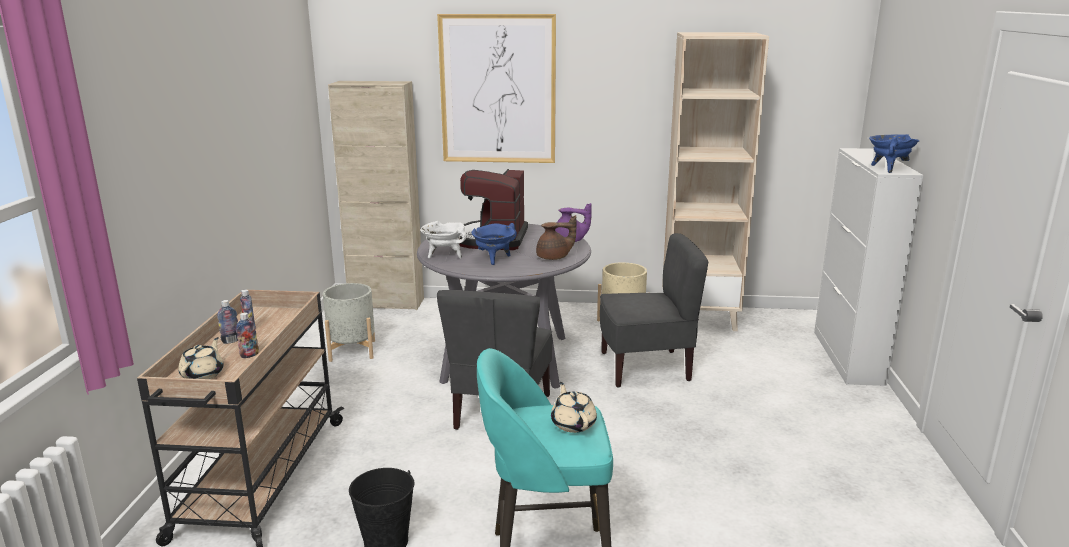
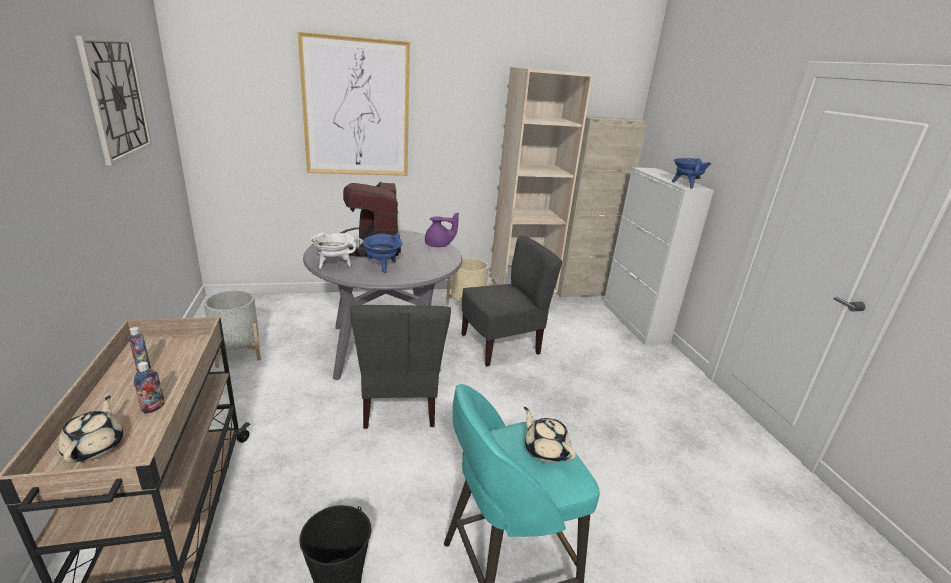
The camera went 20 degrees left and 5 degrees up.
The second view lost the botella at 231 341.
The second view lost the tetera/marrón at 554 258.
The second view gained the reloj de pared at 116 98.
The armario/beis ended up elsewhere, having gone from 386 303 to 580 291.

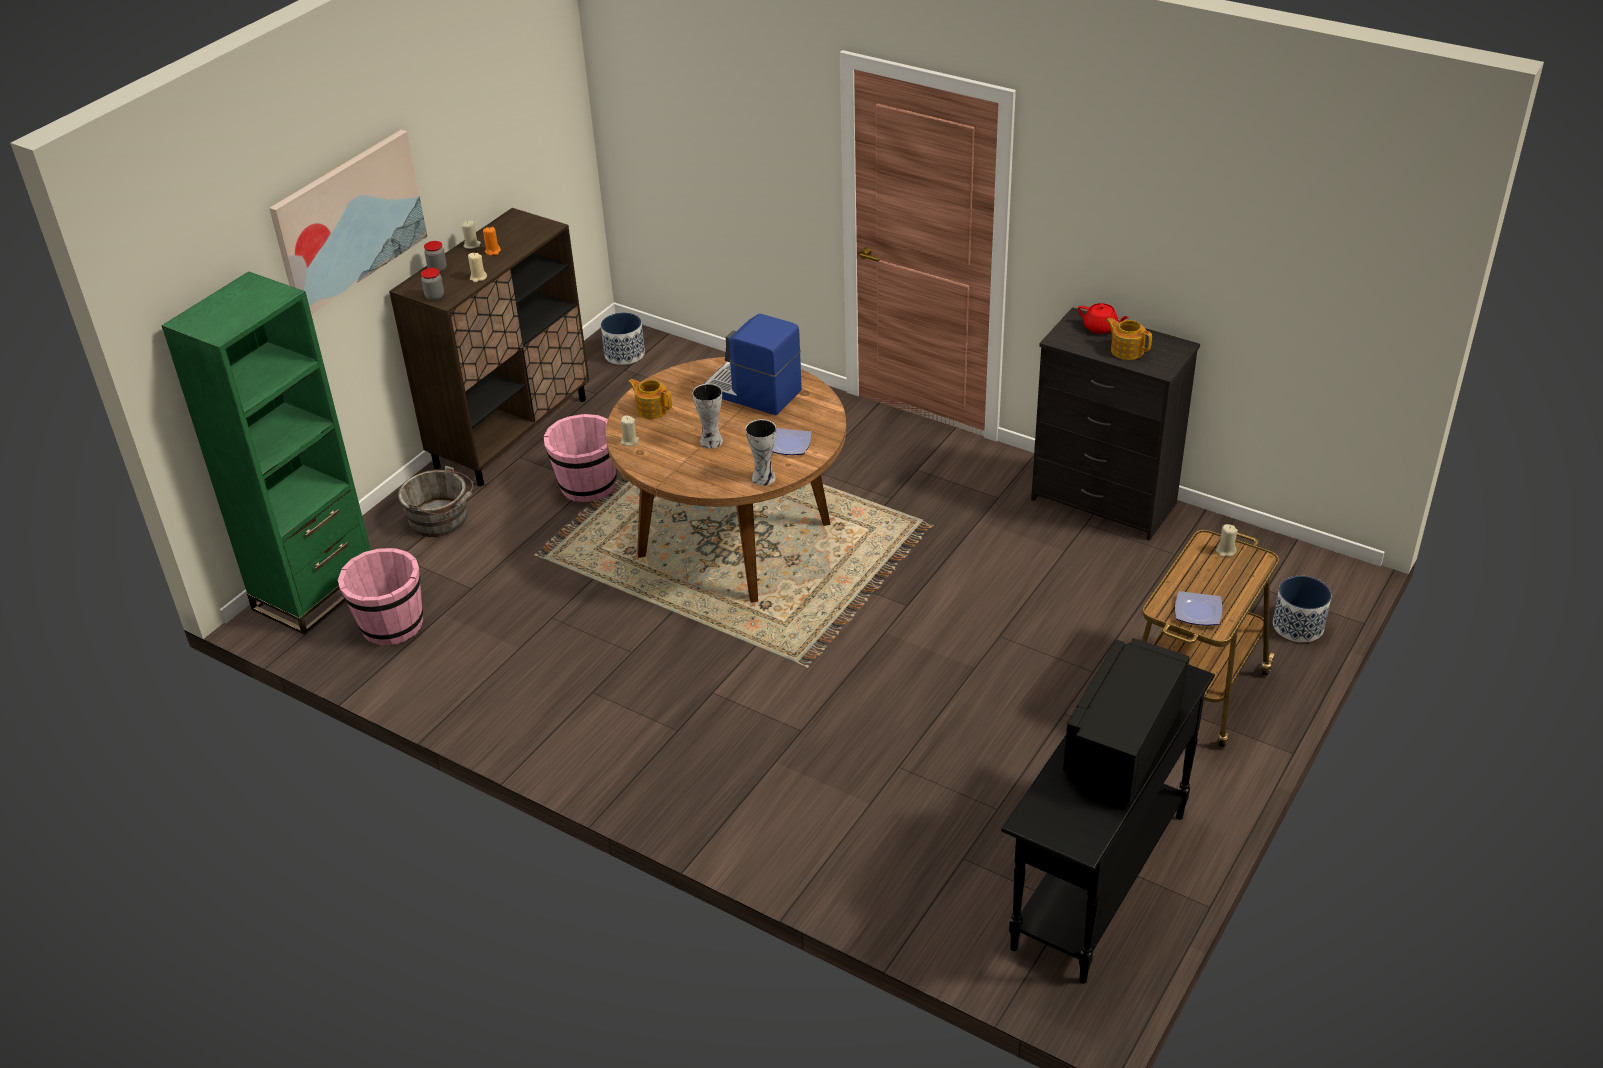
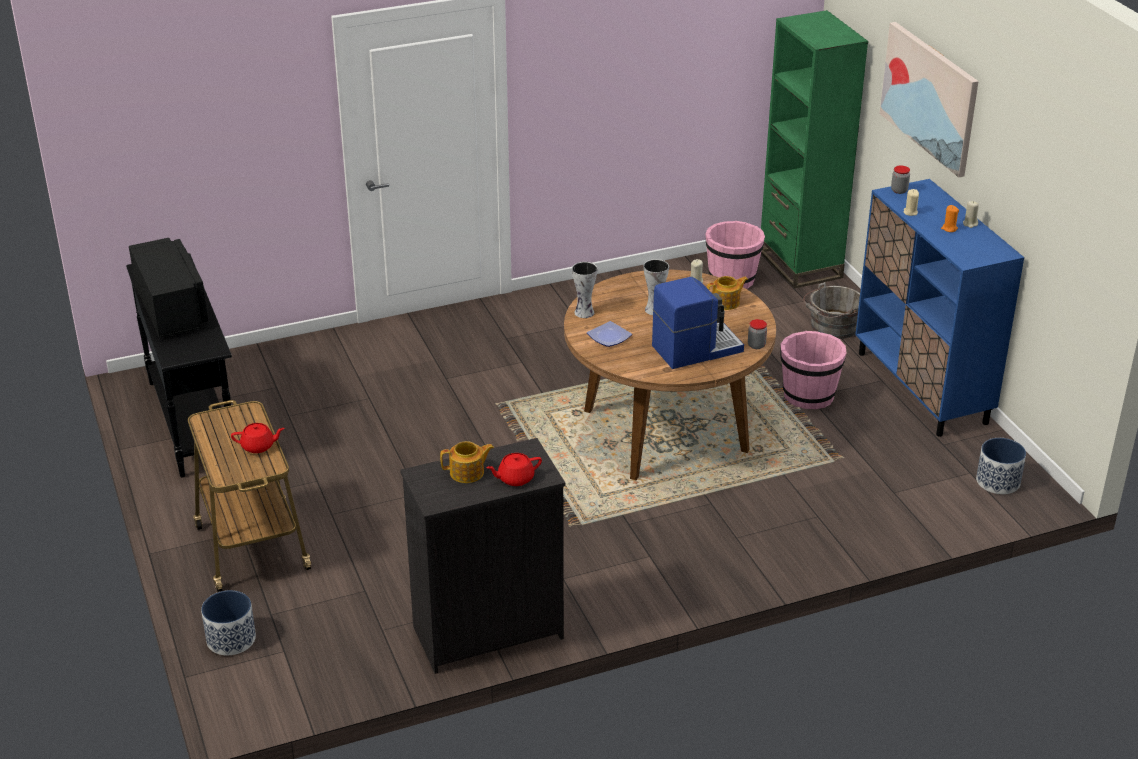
The camera went 125 degrees right and 5 degrees down.
The second view lost the plato at 1199 611.
The second view lost the vela/beis at 1225 551.
The second view gained the tetera/rojo at 258 446.
The tarro ended up elsewhere, having gone from 437 269 to 756 345.
What was the armario/marrón at 512 432 turned into the armario/azul at 922 388.

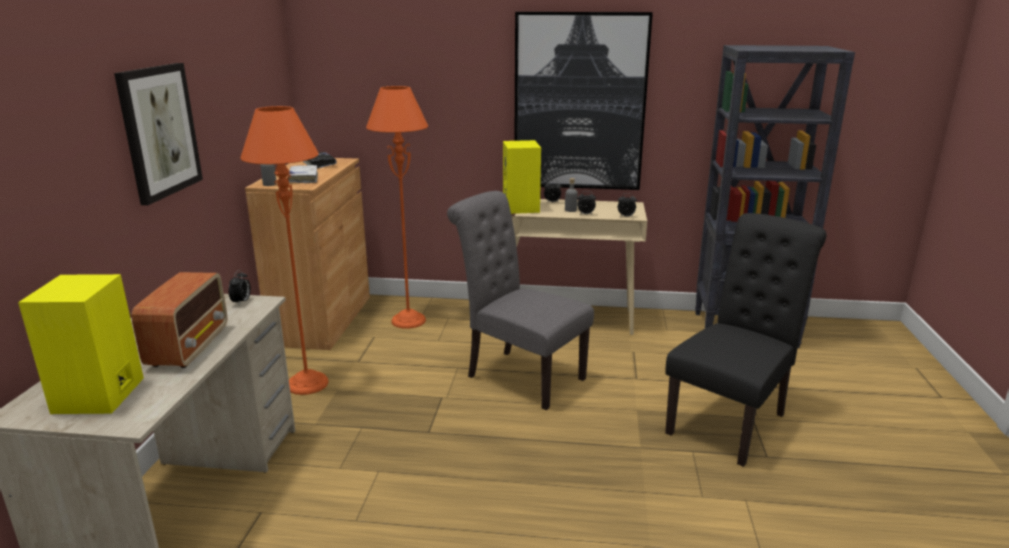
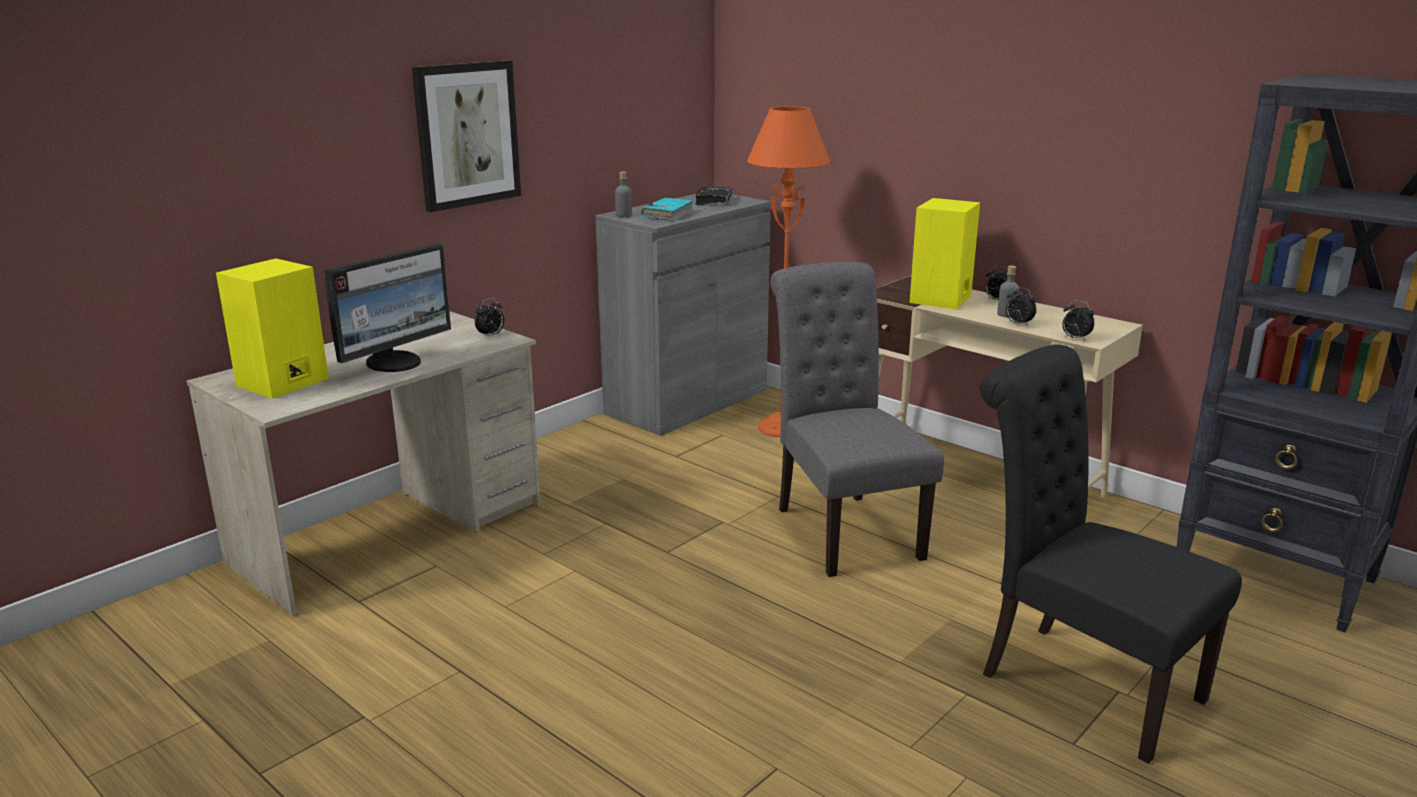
The camera went 35 degrees right and 0 degrees up.
The second view lost the lámpara de pie/naranja at 307 384.
The second view lost the cuadro at 579 103.
Where the radio stood at 189 346, the monitor came to stand at 395 363.
What was the armario/marrón at 322 320 turned into the armario/gris at 687 401.
What was the libro/blanco at 303 178 turned into the libro/turquesa at 667 214.
The silla/negro at 731 420 ended up facing another way, 120 degrees counterclockwise from before.

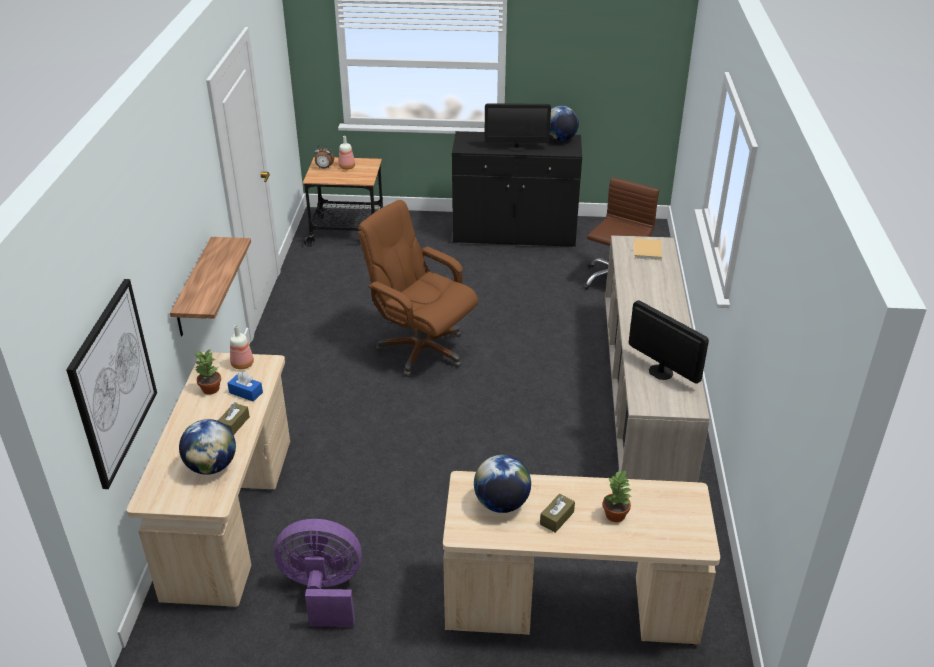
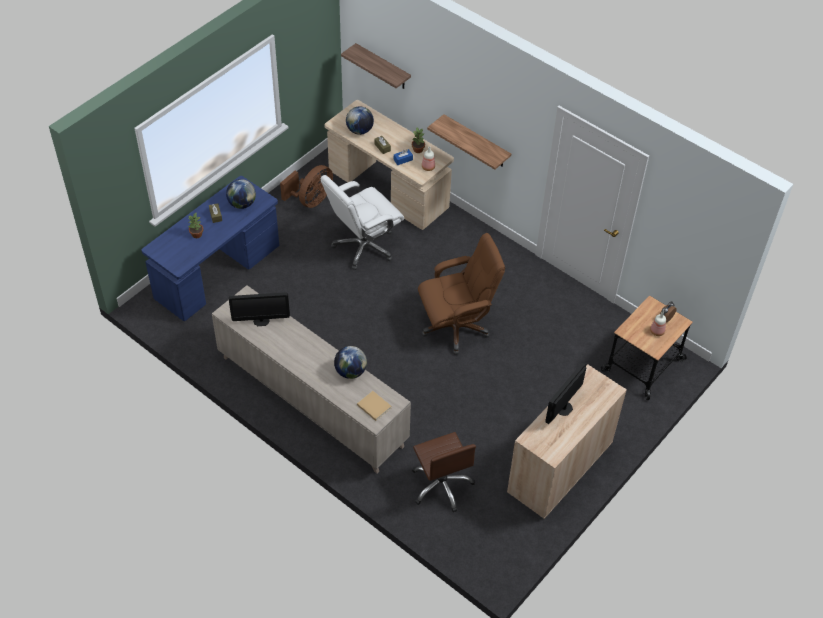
The camera went 125 degrees right and 15 degrees up.
The second view gained the silla de oficina/blanco at 363 247.
The globo terráqueo ended up elsewhere, having gone from 560 139 to 350 371.
Where the cuadro hung at 113 382, the estante came to hang at 383 67.
What was the ventilador/morado at 323 591 turned into the ventilador/marrón at 311 200.
What was the escritorio/beis at 570 607 turned into the escritorio/azul at 217 273.
What was the armario/negro at 514 234 turned into the armario/beis at 560 467.

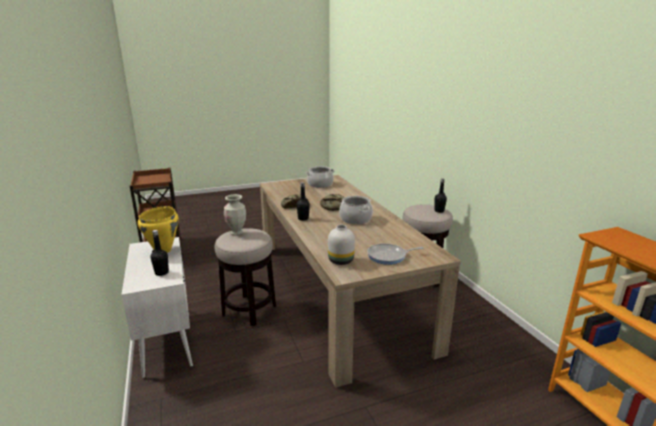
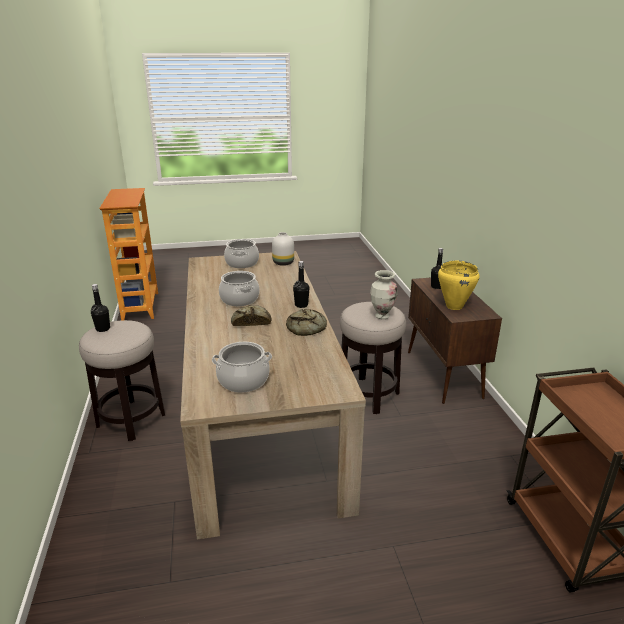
The camera went 170 degrees left and 5 degrees up.
Where the sartén stood at 389 256, the olla came to stand at 241 263.
What was the armario/blanco at 167 339 turned into the armario/marrón at 444 375.

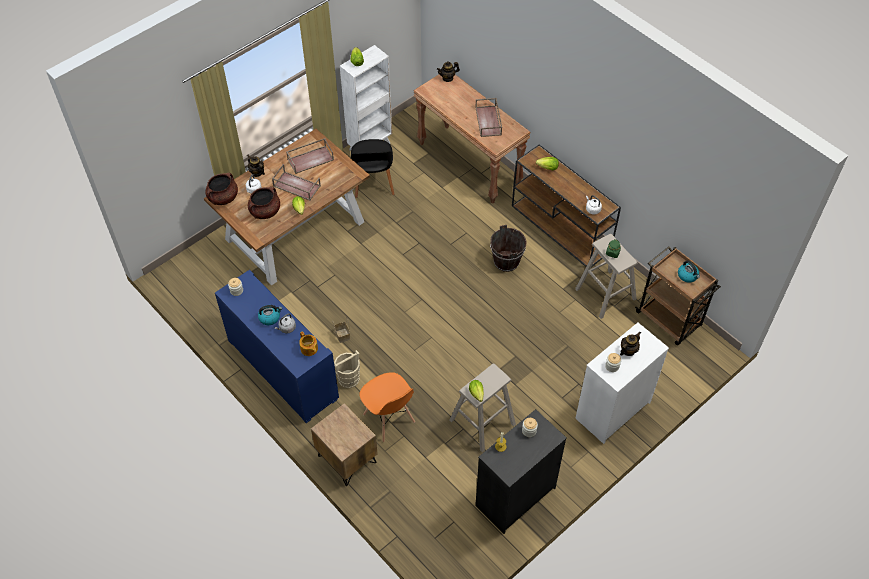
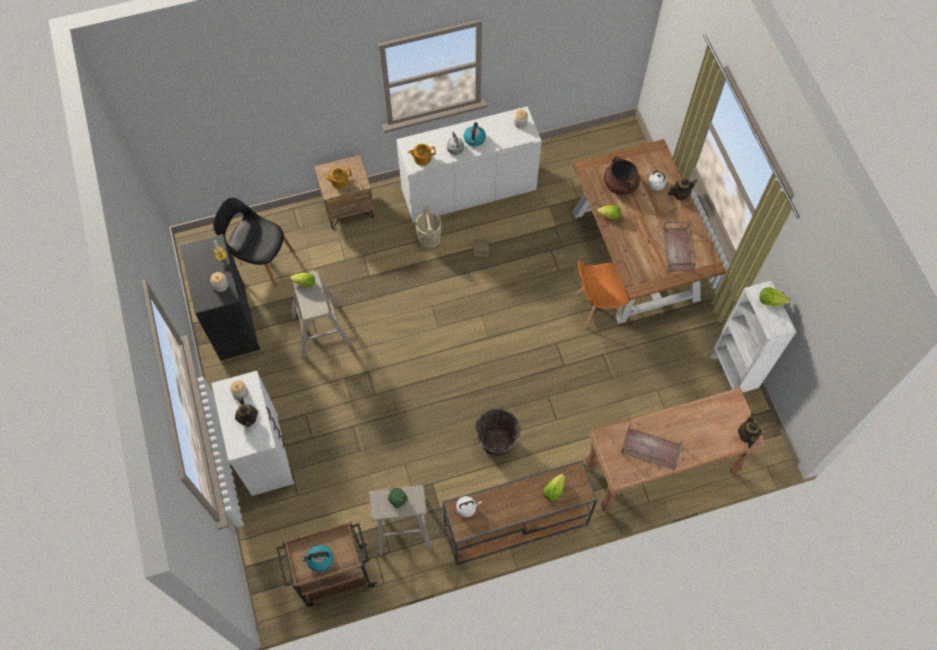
The camera went 115 degrees right and 10 degrees up.
The second view lost the olla/marrón at 223 198.
The second view lost the bandeja/marrón at 296 186.
The second view gained the tetera at 339 181.
The silla/negro ended up elsewhere, having gone from 373 182 to 261 260.
The silla/naranja ended up elsewhere, having gone from 389 419 to 598 307.
What was the armario/azul at 282 369 turned into the armario/blanco at 468 190.

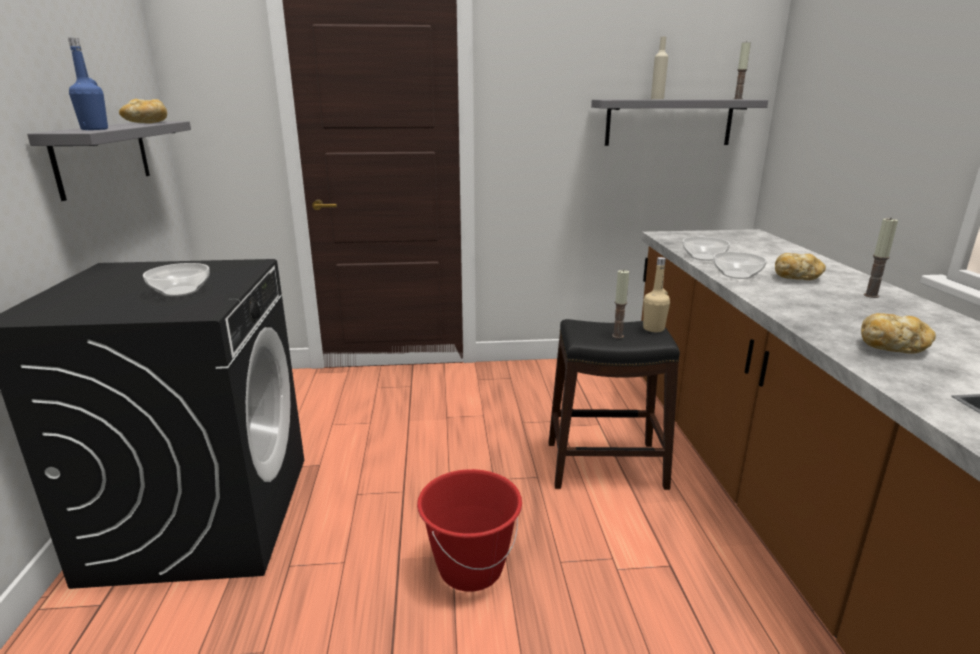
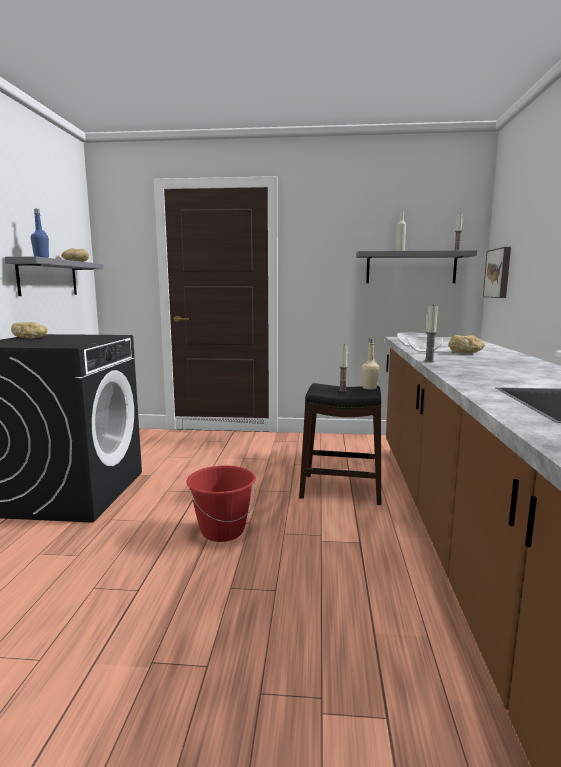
The camera went 10 degrees right and 10 degrees down.
The second view lost the cuenco at 181 291.
The second view gained the cuadro at 499 273.
The pan ended up elsewhere, having gone from 892 348 to 31 338.
The vela ended up elsewhere, having gone from 871 295 to 429 361.

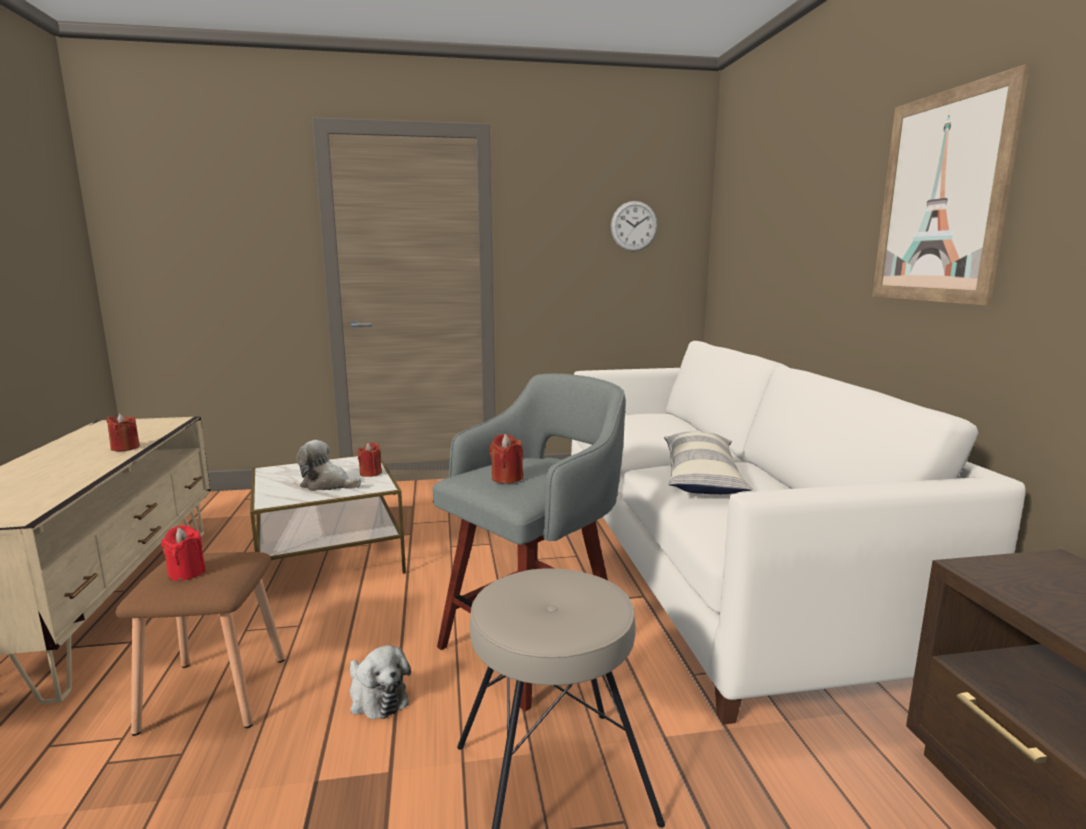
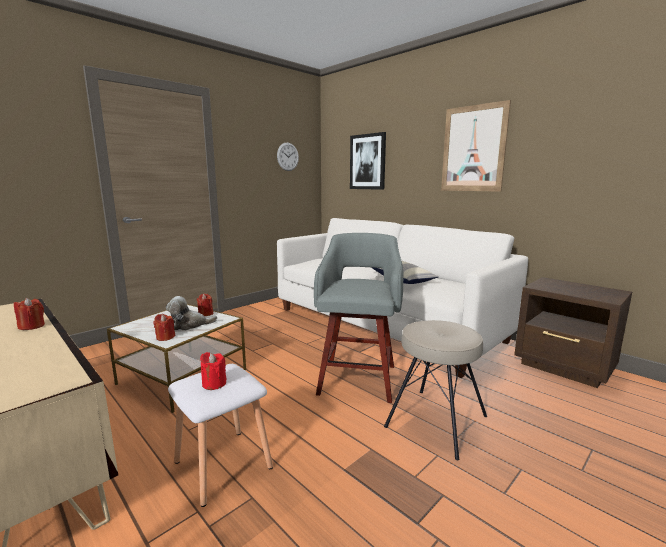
The camera went 35 degrees left and 0 degrees up.
The second view lost the peluche at 376 697.
The second view gained the cuadro at 368 162.
The vela/rojo ended up elsewhere, having gone from 507 478 to 165 337.
What was the taburete/marrón at 214 692 turned into the taburete/blanco at 221 464.

